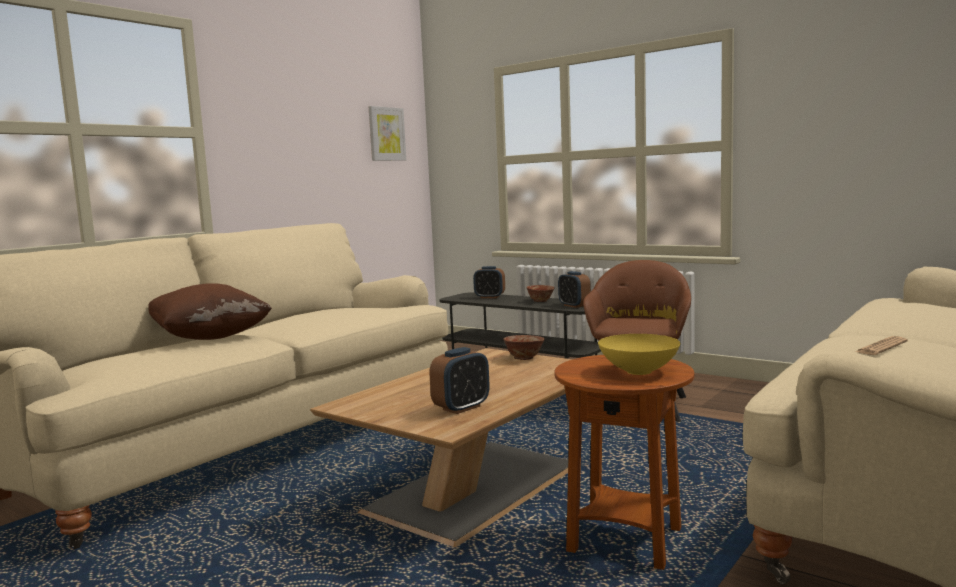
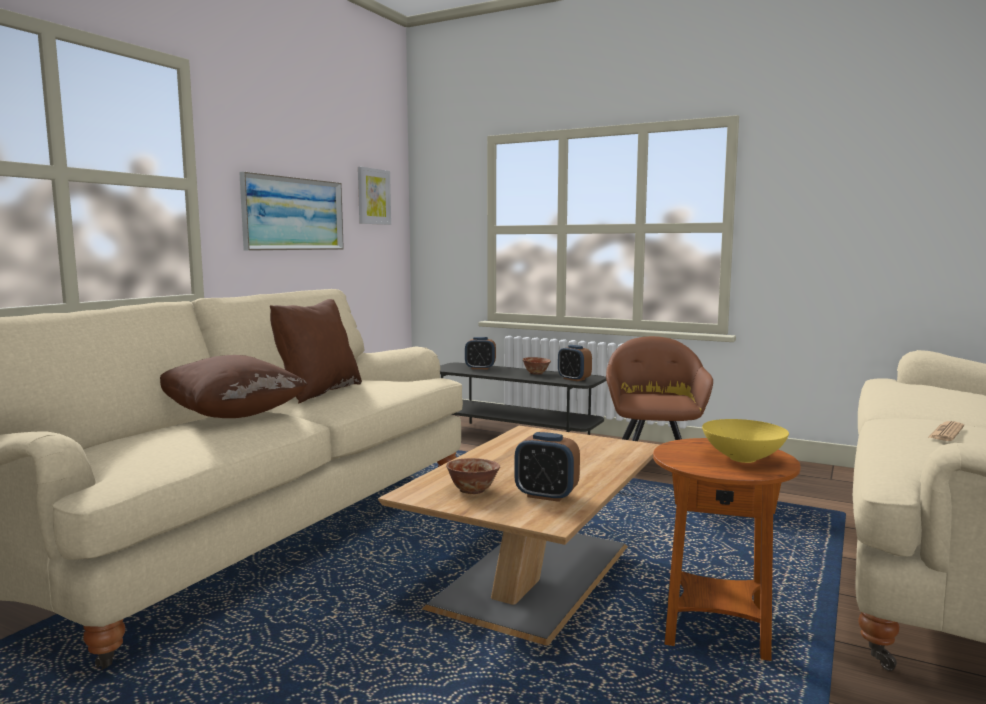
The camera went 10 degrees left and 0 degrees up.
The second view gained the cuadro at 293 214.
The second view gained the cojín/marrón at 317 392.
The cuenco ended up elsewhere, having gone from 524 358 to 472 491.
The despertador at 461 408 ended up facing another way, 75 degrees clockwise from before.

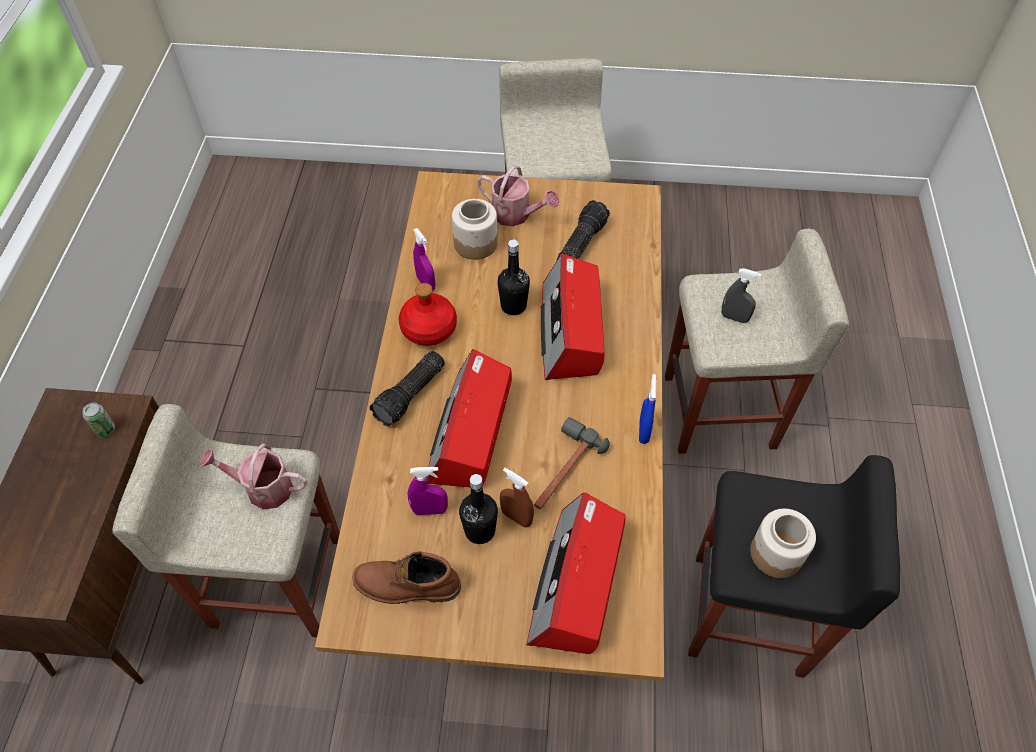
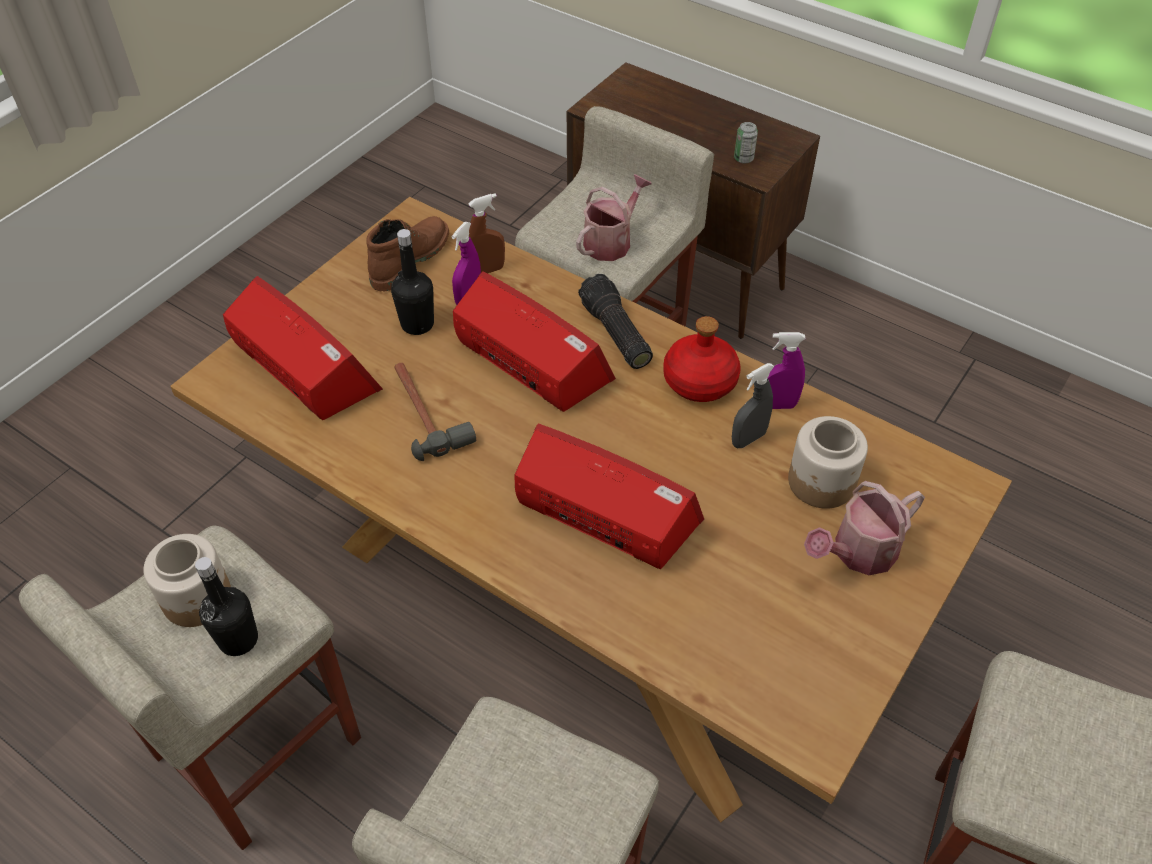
The camera went 120 degrees right and 5 degrees down.
The second view lost the linterna at 580 243.
The second view lost the pulverizador/azul at 644 431.
The botella/negro ended up elsewhere, having gone from 513 306 to 238 639.
The pulverizador/marrón ended up elsewhere, having gone from 516 517 to 487 270.
The pulverizador/gris ended up elsewhere, having gone from 734 318 to 748 439.
What was the taburete/negro at 750 615 turned into the taburete/beis at 254 749.

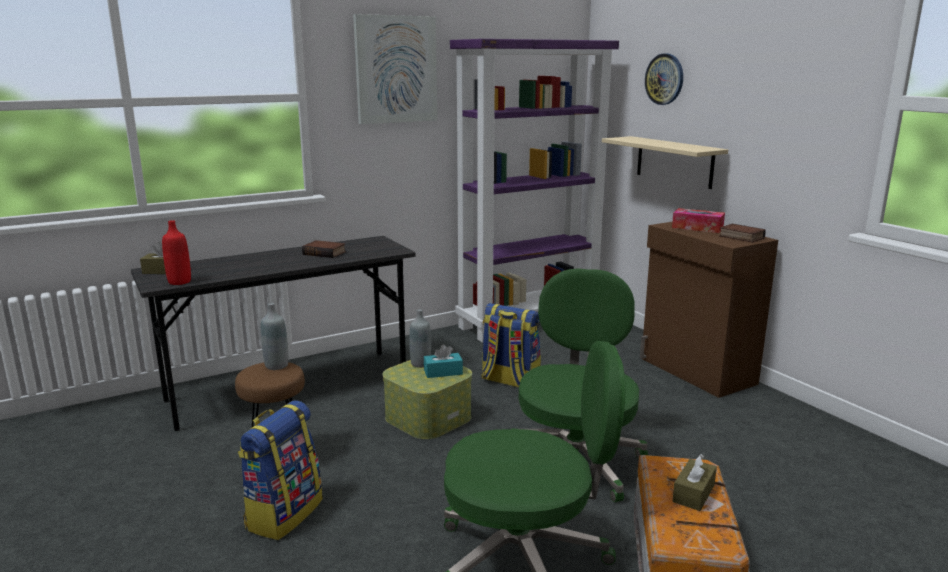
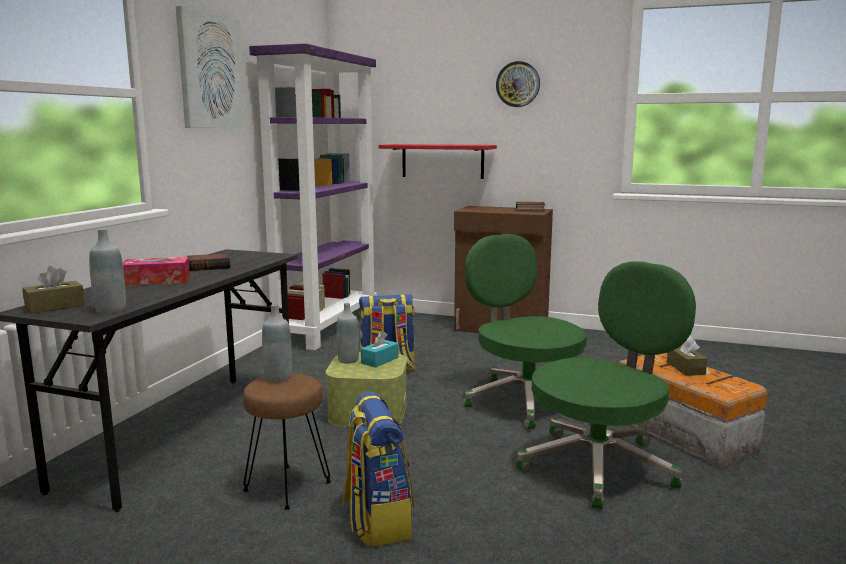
The camera went 40 degrees left and 5 degrees down.
The reloj de pared ended up elsewhere, having gone from 664 79 to 518 84.
The caja de pañuelos ended up elsewhere, having gone from 697 228 to 157 280.
What was the botella/rojo at 179 282 turned into the botella/gris at 111 310.
What was the estante/beis at 674 162 turned into the estante/rojo at 442 161.

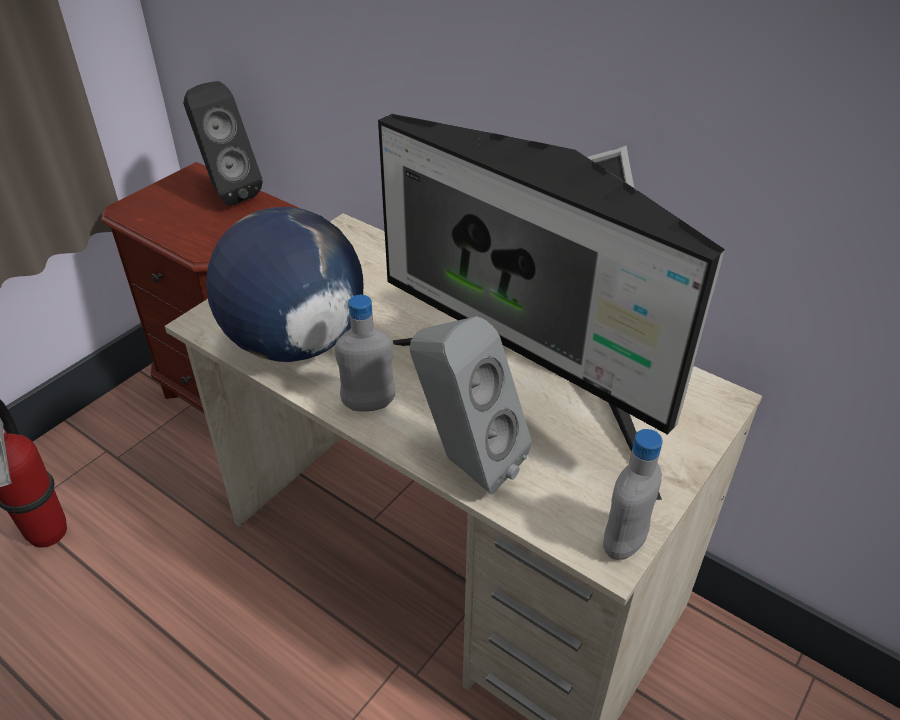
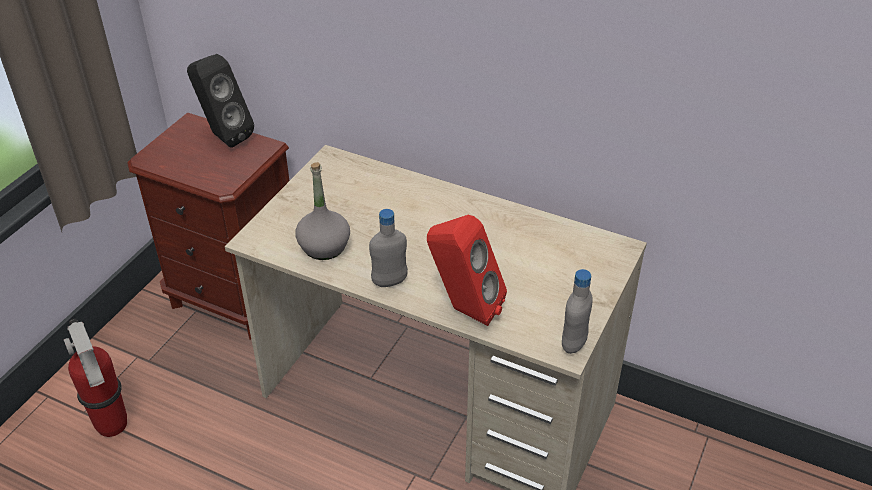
The camera went 10 degrees left and 0 degrees up.
The second view lost the monitor at 540 390.
Where the globo terráqueo stood at 294 343, the botella/gris came to stand at 324 247.
What was the altavoz/gris at 465 461 turned into the altavoz/rojo at 464 309.

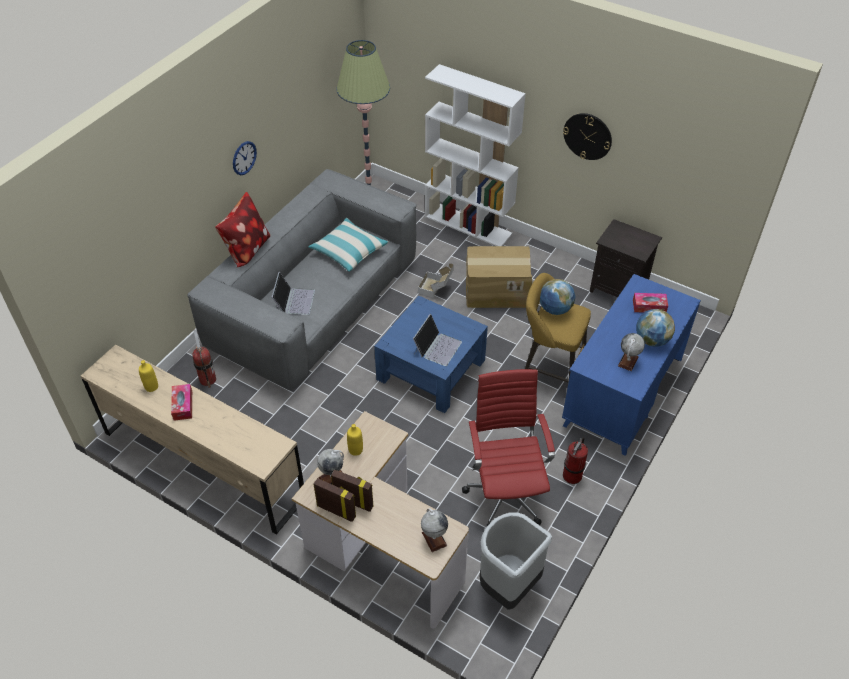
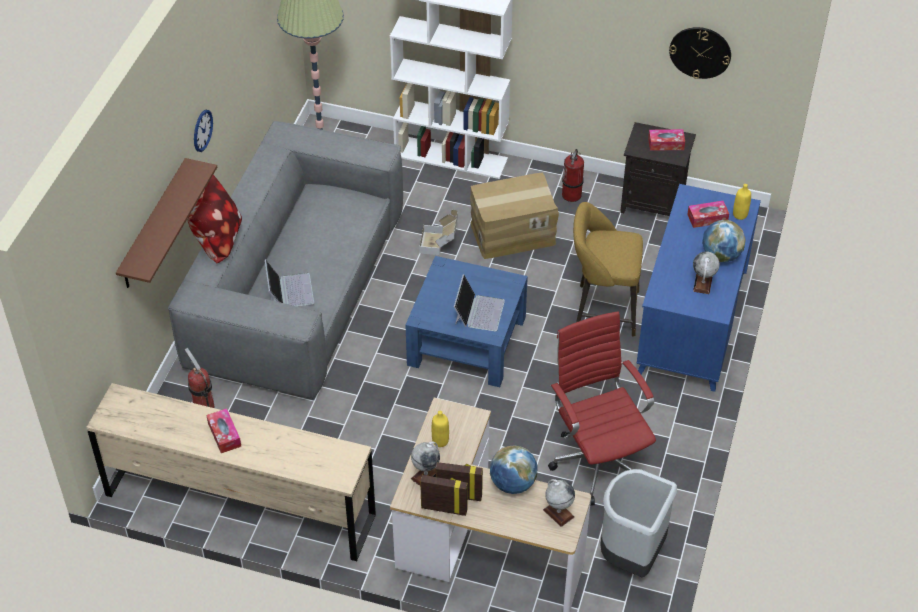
The camera went 15 degrees left and 0 degrees up.
The second view lost the cojín at 349 251.
The second view gained the estante/marrón at 153 225.
The second view gained the caja de pañuelos at 666 144.
The botella/amarillo ended up elsewhere, having gone from 151 387 to 740 215.
The globo terráqueo ended up elsewhere, having gone from 555 309 to 513 484.
The reloj de pared ended up elsewhere, having gone from 587 136 to 700 52.
The extintor ended up elsewhere, having gone from 572 475 to 572 195.

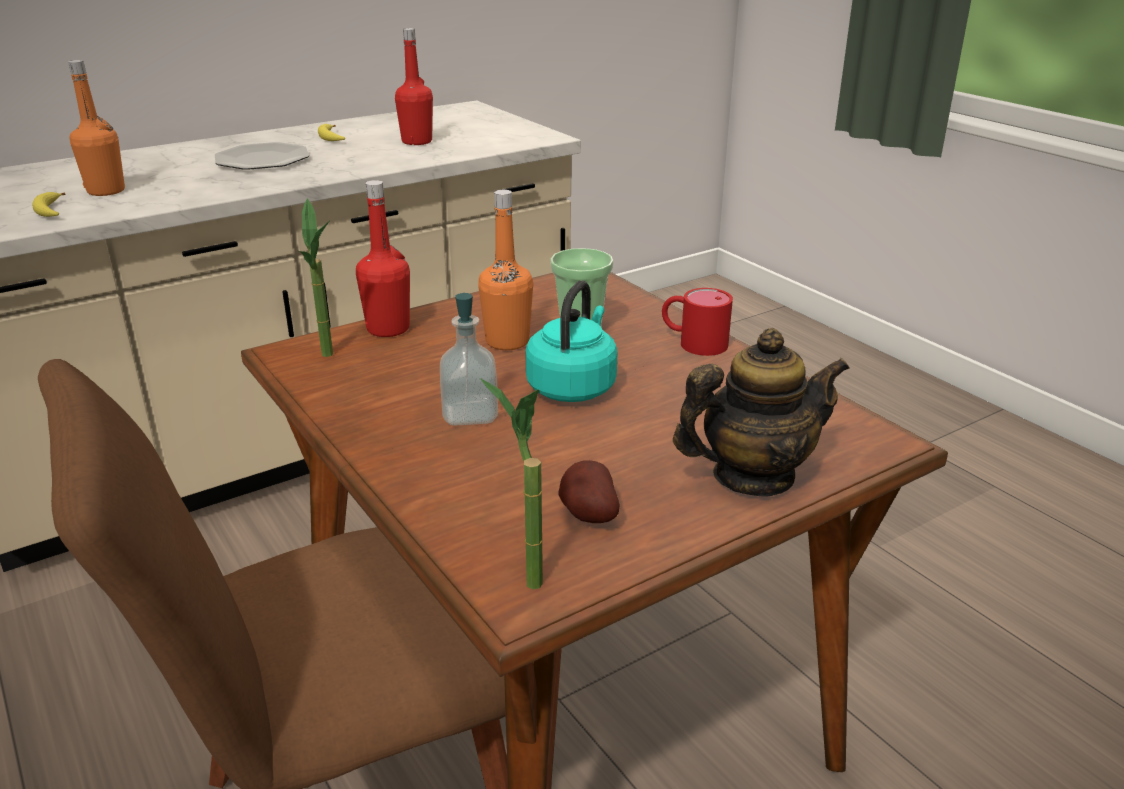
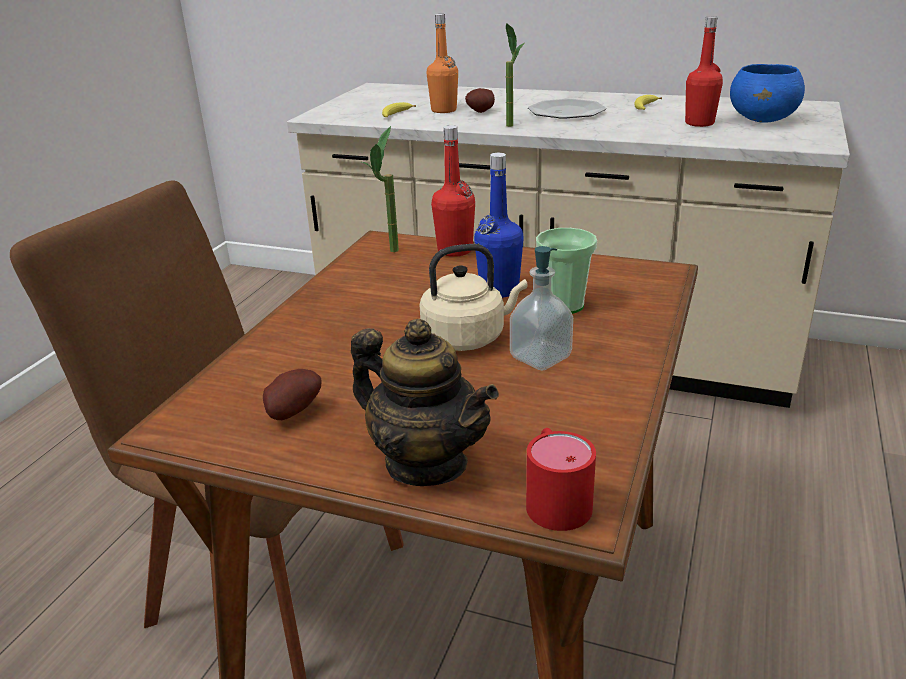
The camera went 55 degrees right and 0 degrees up.
The second view gained the patata at 482 112.
The second view gained the cuenco/azul at 763 120.
The dispensador de jabón ended up elsewhere, having gone from 470 414 to 540 358.
The planta en maceta ended up elsewhere, having gone from 522 575 to 510 123.
The taza grande/rojo ended up elsewhere, having gone from 693 342 to 554 497.
What was the botella/naranja at 507 341 turned into the botella/azul at 499 290.
What was the hervidor/turquesa at 573 386 turned into the hervidor/beis at 468 338.

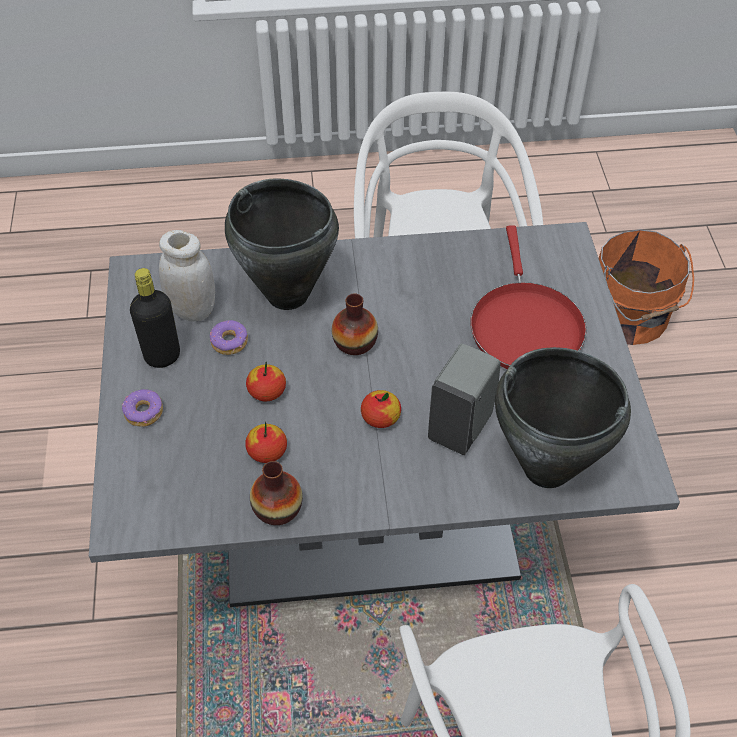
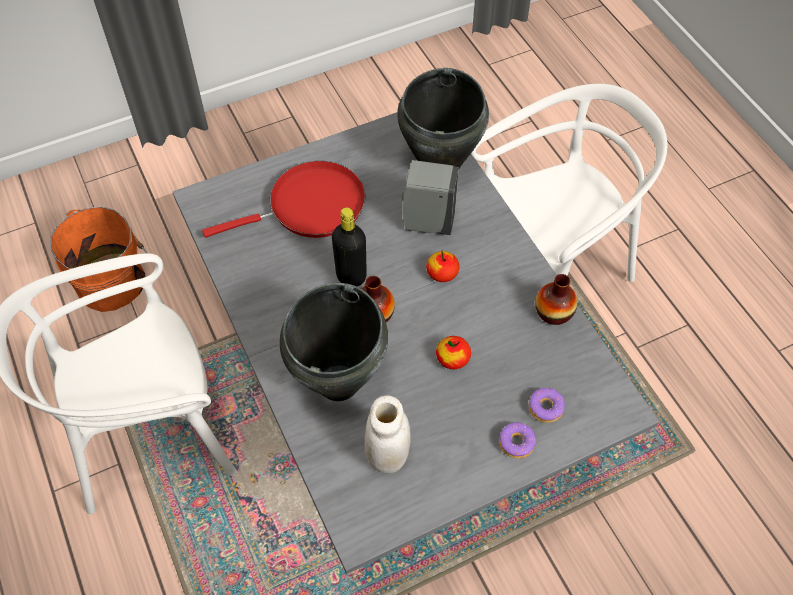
The camera went 110 degrees left and 5 degrees up.
The second view lost the manzana at 267 452.
The botella/negro ended up elsewhere, having gone from 162 356 to 351 276.
The rosquilla ended up elsewhere, having gone from 229 342 to 546 408.

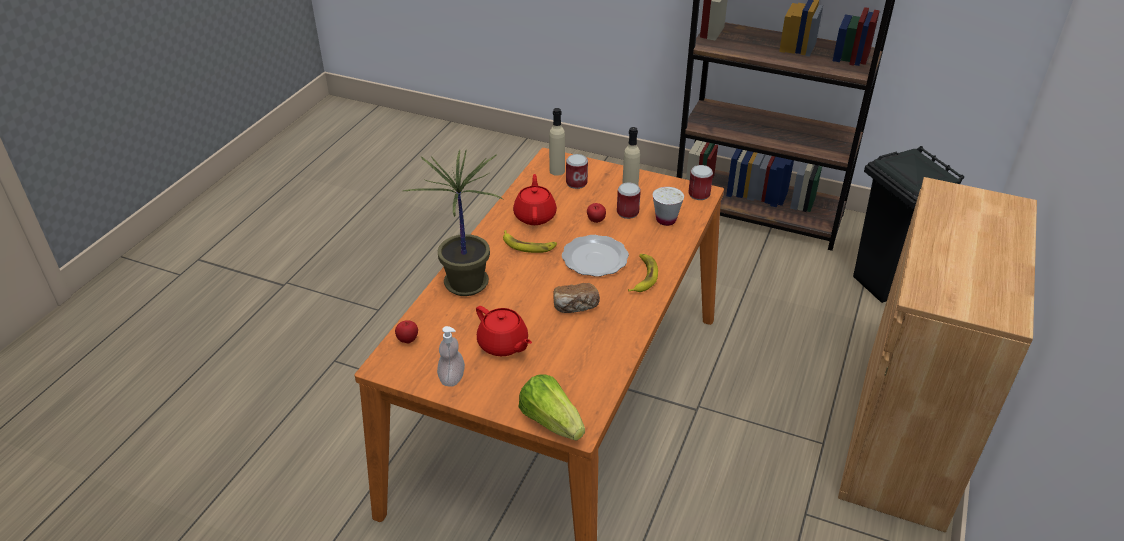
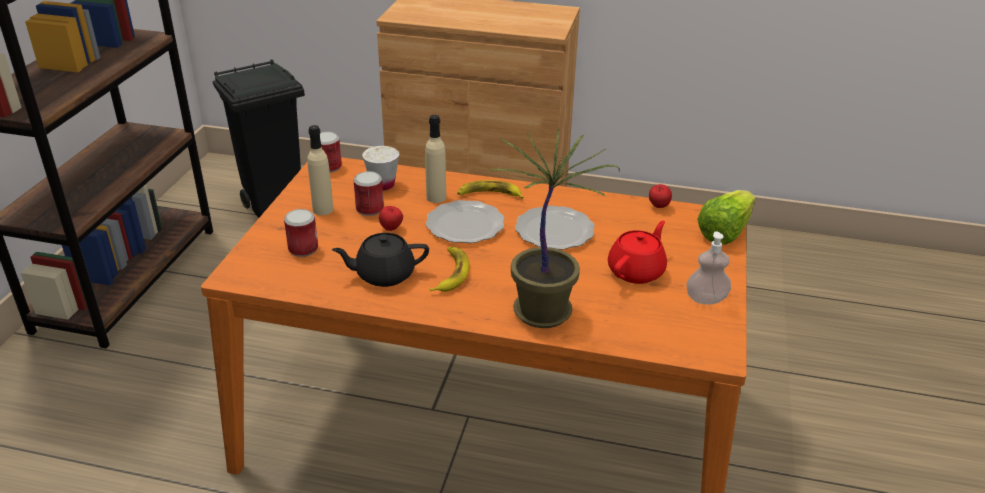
The camera went 100 degrees left and 5 degrees down.
The manzana ended up elsewhere, having gone from 408 340 to 658 207.
The botella/beis ended up elsewhere, having gone from 557 171 to 436 197.
Where the pan stood at 576 307, the plato came to stand at 555 231.
What was the tetera/rojo at 535 216 turned into the tetera/negro at 384 274.

